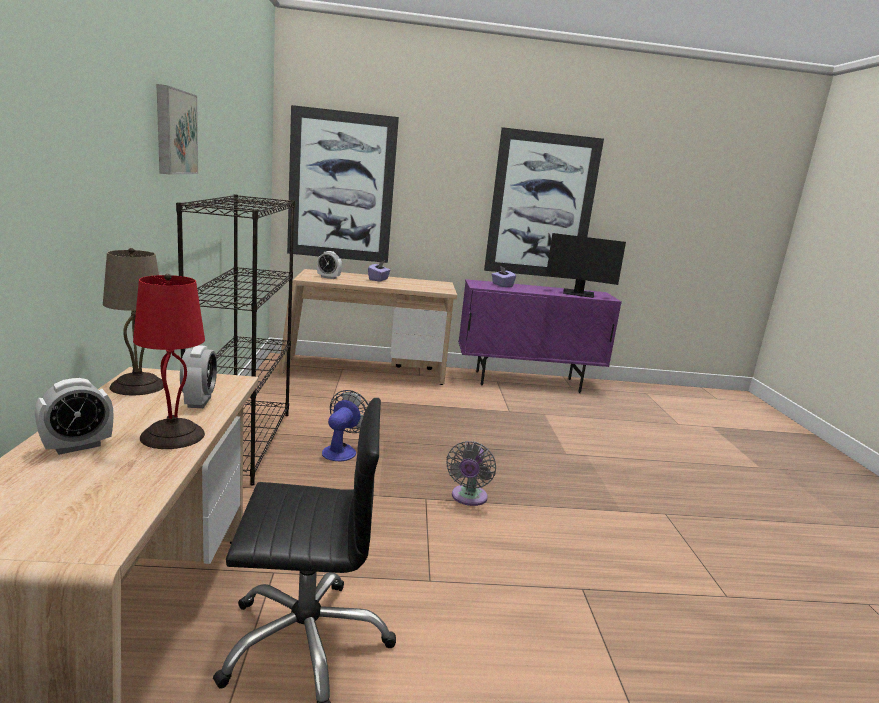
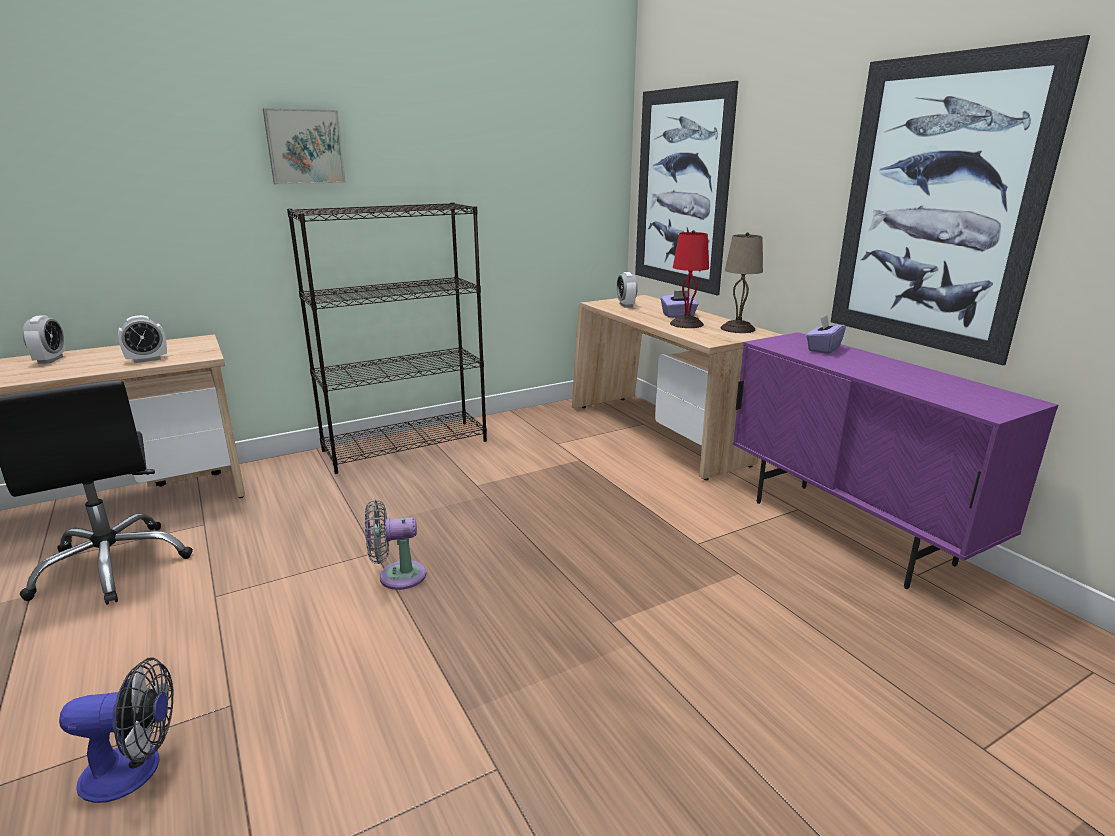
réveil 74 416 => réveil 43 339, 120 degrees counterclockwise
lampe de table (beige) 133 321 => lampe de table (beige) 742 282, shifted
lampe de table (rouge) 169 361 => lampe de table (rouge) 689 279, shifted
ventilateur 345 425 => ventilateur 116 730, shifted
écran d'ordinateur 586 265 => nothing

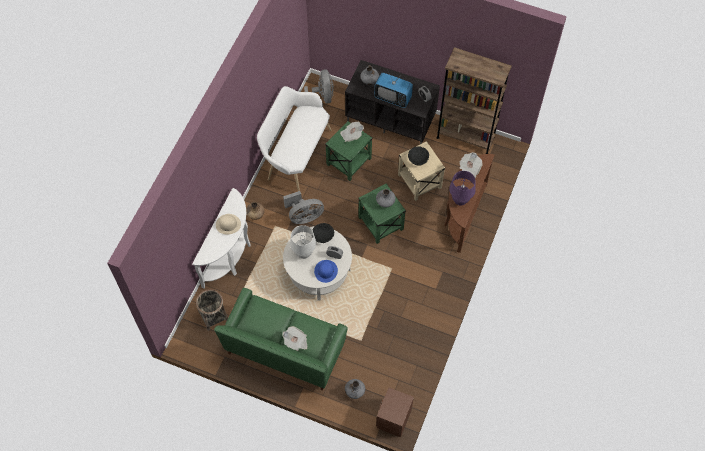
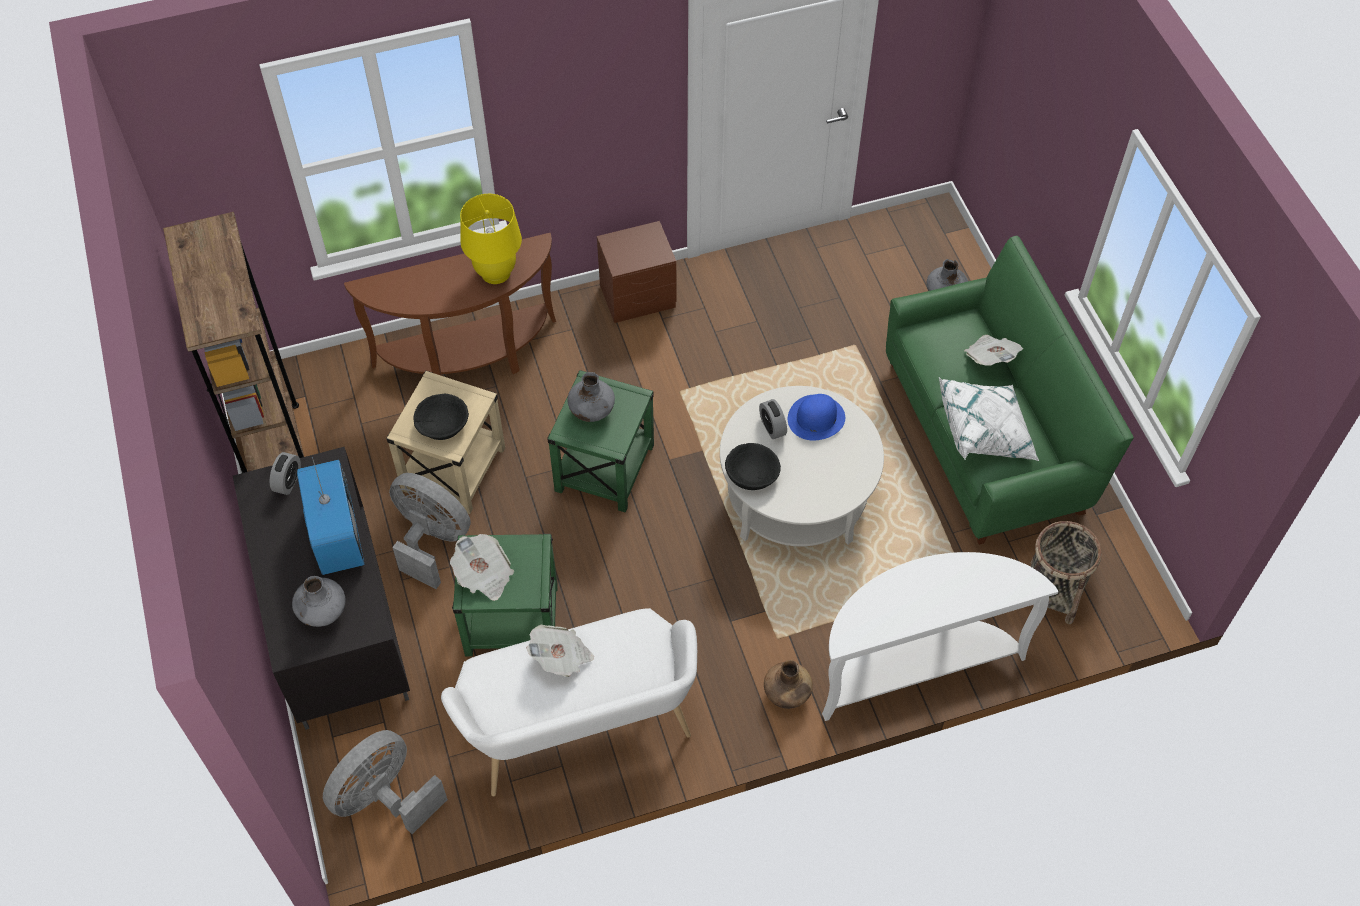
chapeau (beige) 228 224 => nothing
ventilateur (gris) 303 207 => ventilateur (gris) 430 531, shifted
lampe de table (blanc) 303 242 => nothing
table de chevet (marron) 395 412 => table de chevet (marron) 636 272, shifted
lampe de table (violet) 462 188 => lampe de table (jaune) 491 239
journal 471 165 => journal 560 651, shifted
nothing => coussin (blanc) 989 419

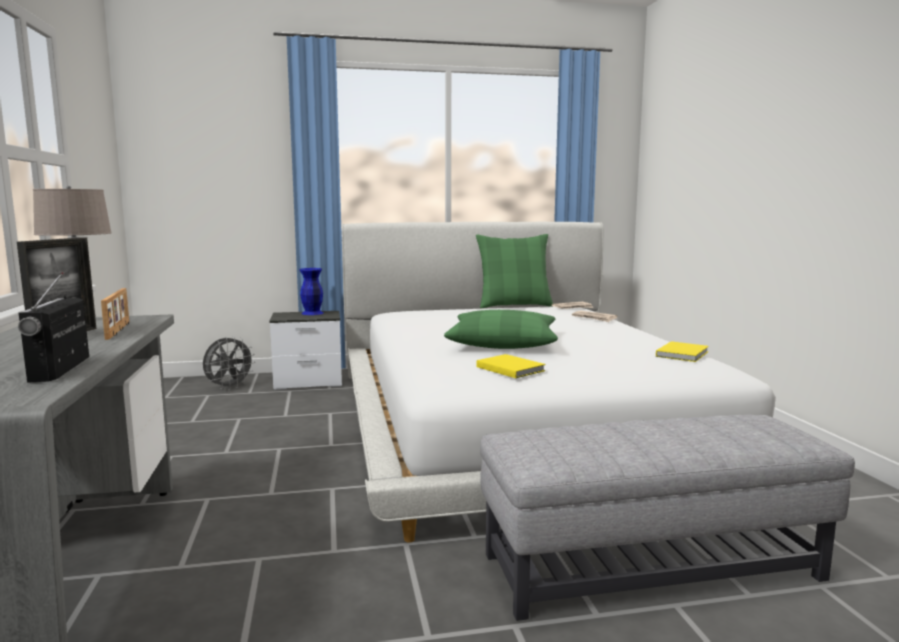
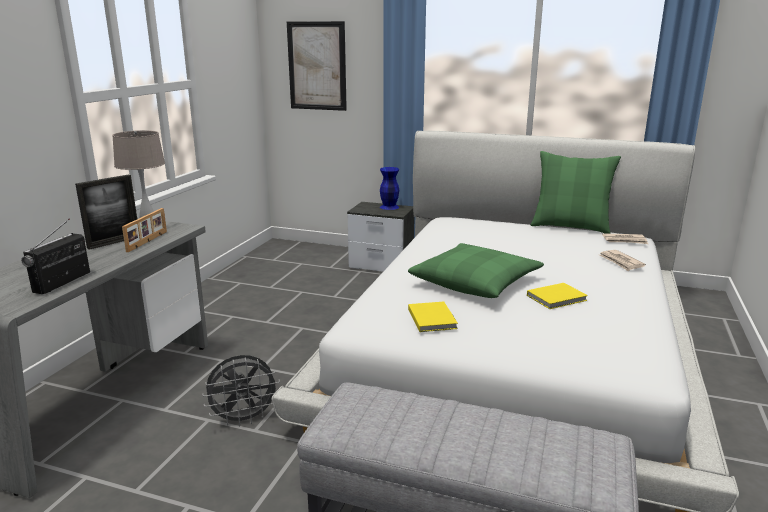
ventilateur (gris) 229 363 => ventilateur (gris) 241 390, shifted
livre (jaune) 682 351 => livre (jaune) 557 296, shifted
nothing => tableau 317 66

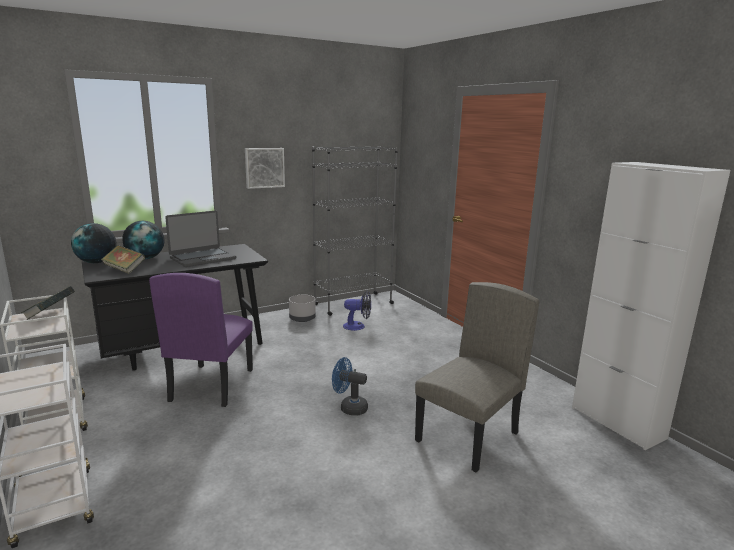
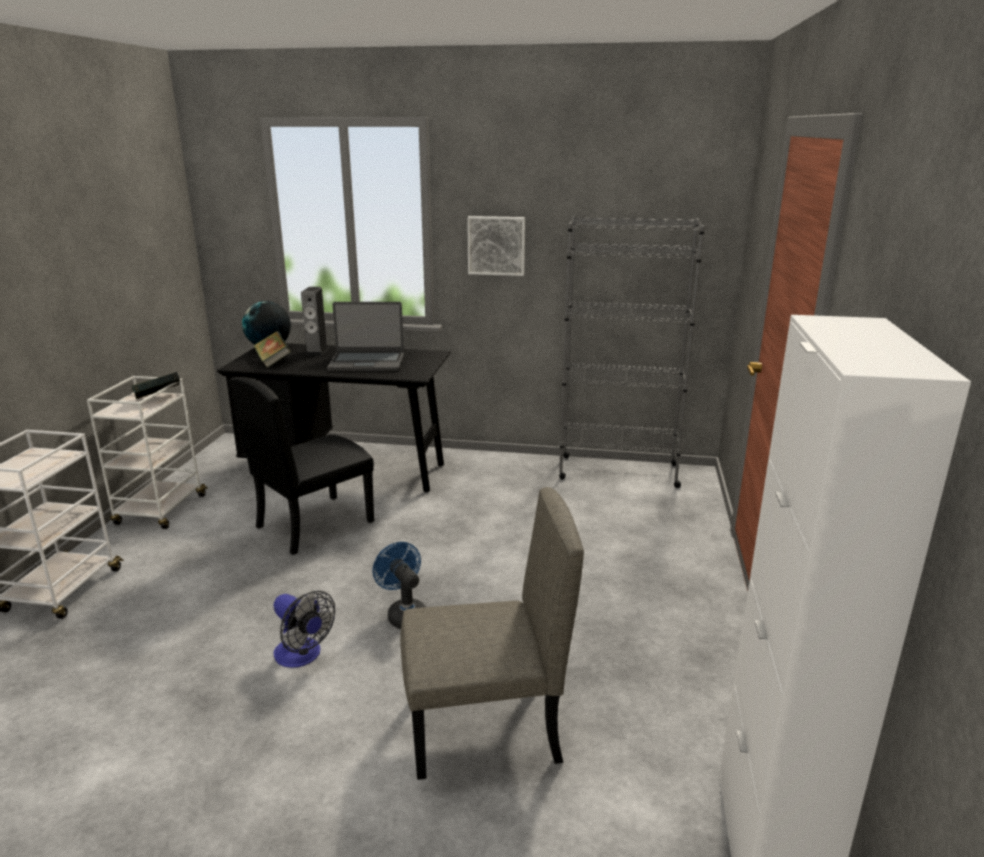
globe 143 240 => enceinte 314 321
chaise (violet) 201 340 => chaise (noir) 301 466
cache-pot (gris) 302 308 => nothing
ventilateur 357 311 => ventilateur 304 629, shifted

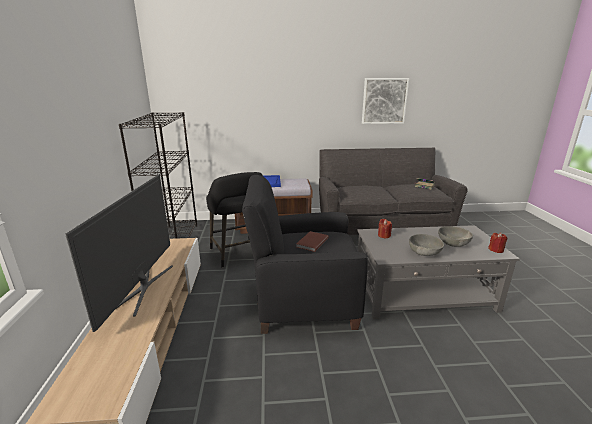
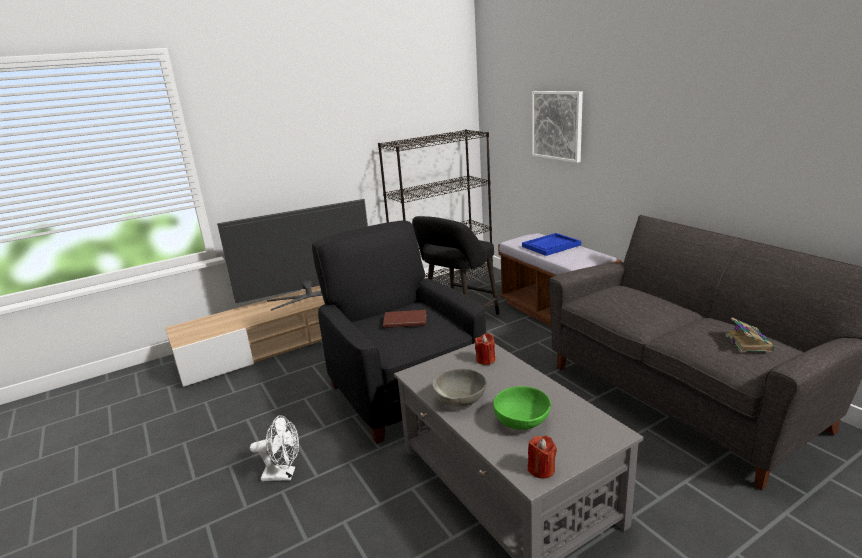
tableau 385 101 => tableau 557 127, shifted
bol (gris) 455 236 => bol (vert) 522 408
nothing => ventilateur (blanc) 274 448

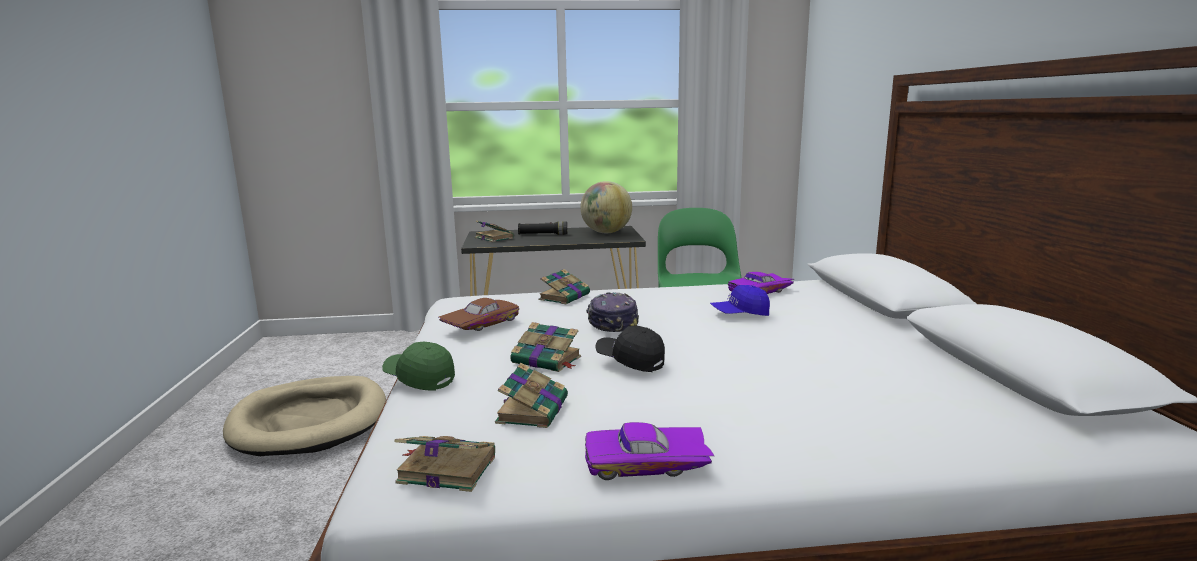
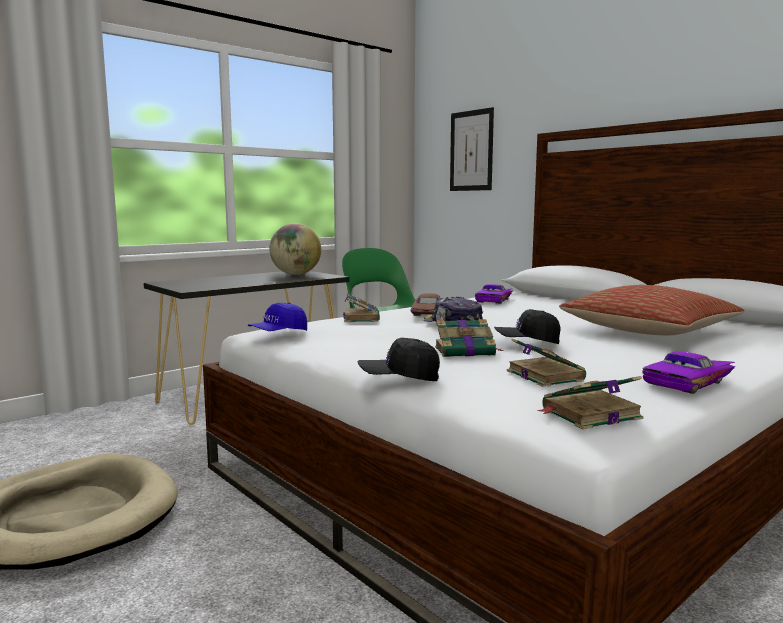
casquette (vert) 418 366 => casquette (noir) 399 359
petite voiture (marron) 479 314 => petite voiture (marron) 427 304, shifted
livre 494 231 => nothing
lampe de poche (noir) 542 228 => nothing
casquette (bleu) 740 300 => casquette (bleu) 277 317, shifted
nothing => tableau 472 149
nothing => coussin 651 310

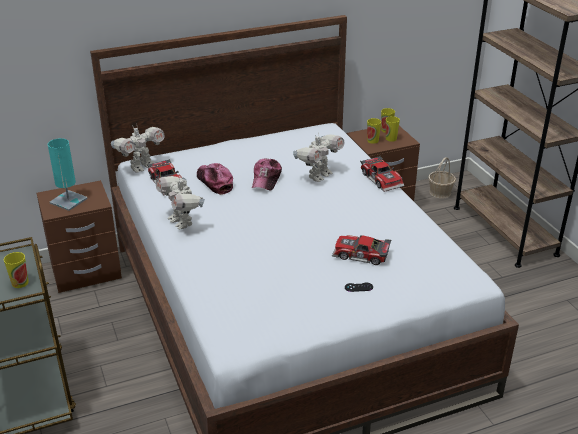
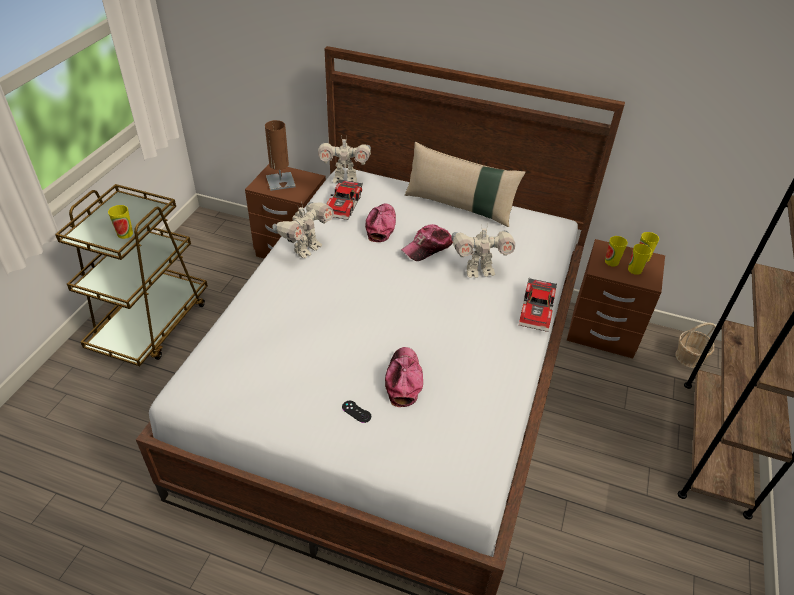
lampe de table (turquoise) 68 174 => lampe de table (marron) 280 155
robot jouet 180 202 => robot jouet 303 230, 150 degrees counterclockwise
petite voiture 361 250 => casquette 404 377
nothing => coussin (beige) 465 184

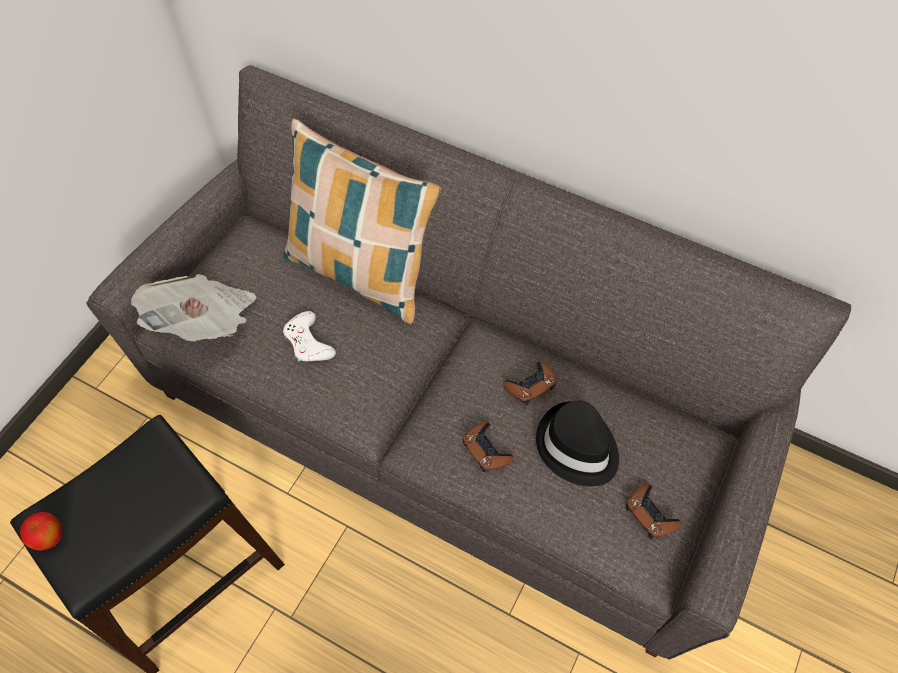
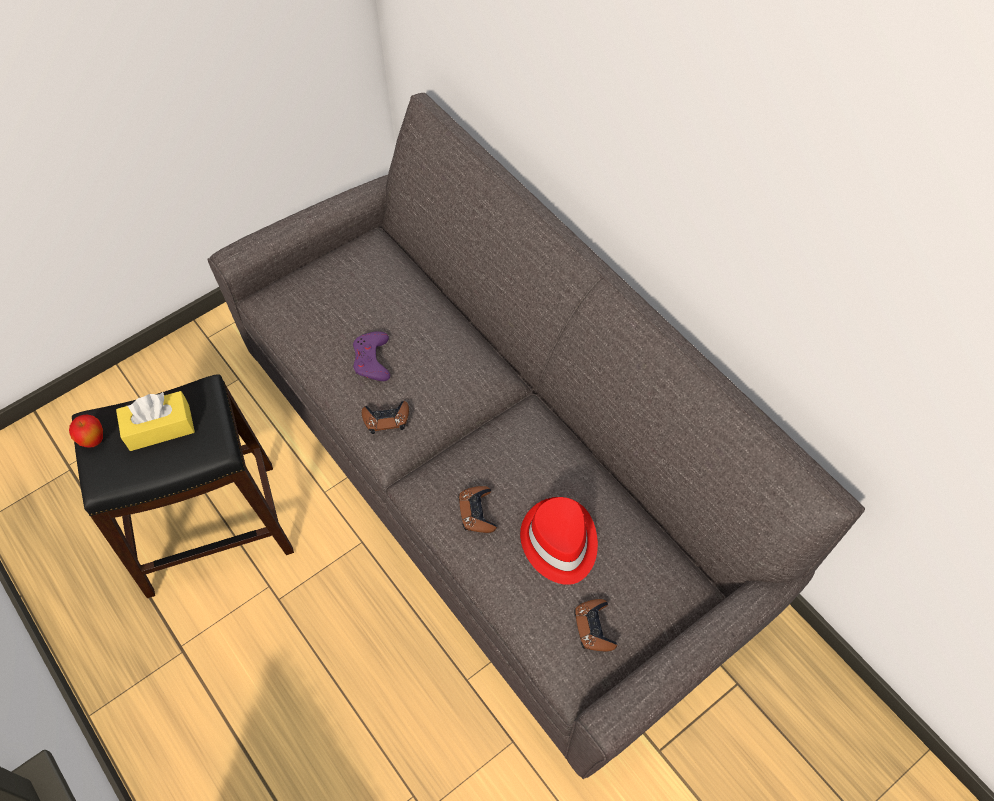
journal 193 307 => nothing
coussin 362 221 => nothing
manette (blanc) 309 336 => manette (violet) 371 356
manette (marron) 529 383 => manette (marron) 385 417, shifted
chapeau (noir) 577 443 => chapeau (rouge) 559 541
nothing => boîte à mouchoirs (jaune) 155 421

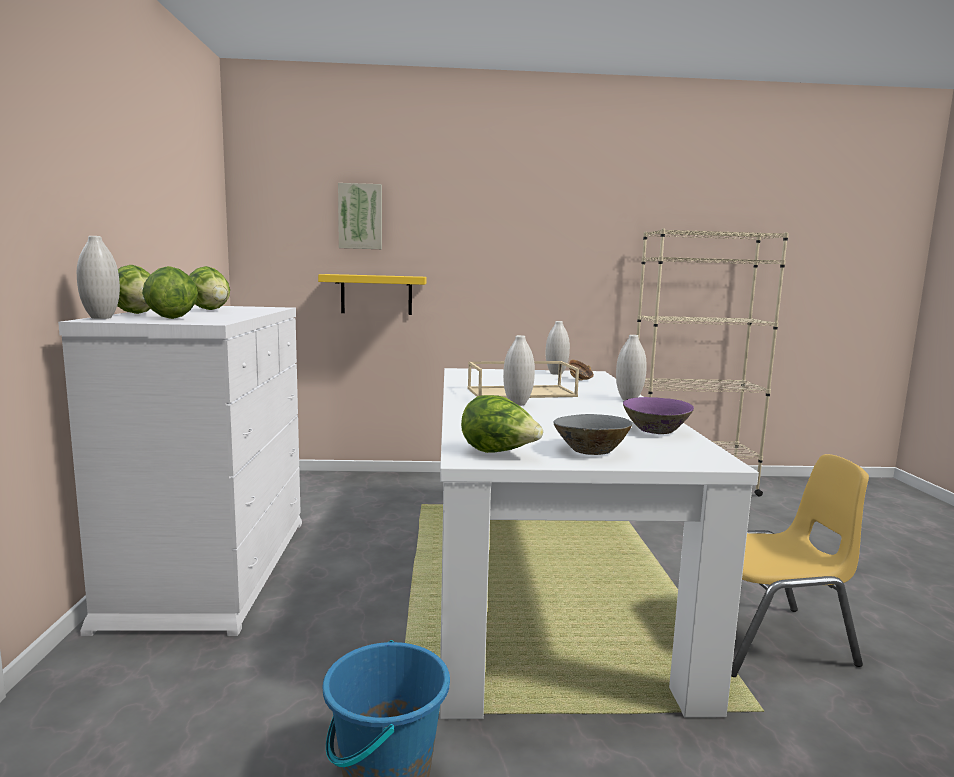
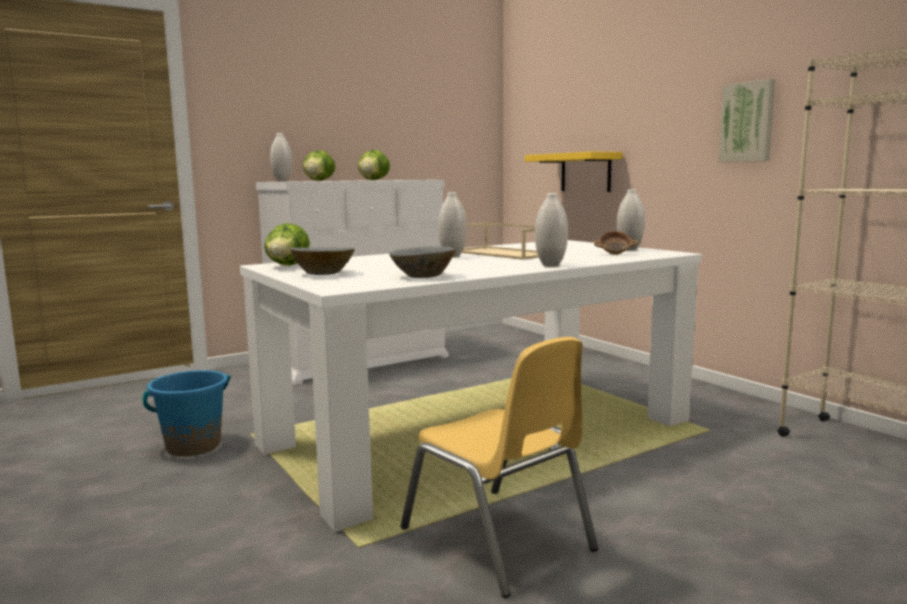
laitue 170 292 => nothing
tableau 360 216 => tableau 746 120, shifted
bol (violet) 658 415 => bol (gris) 422 262

